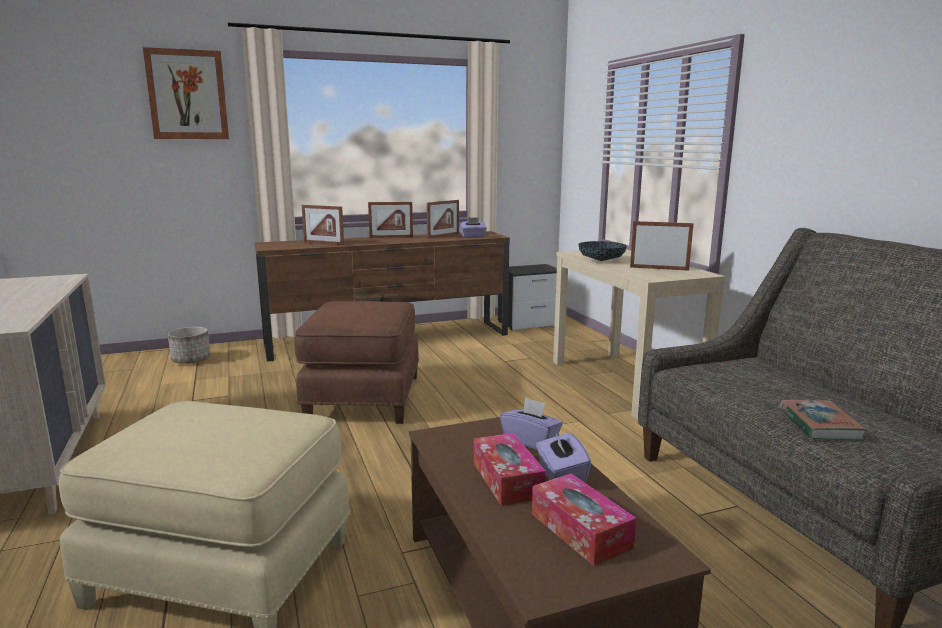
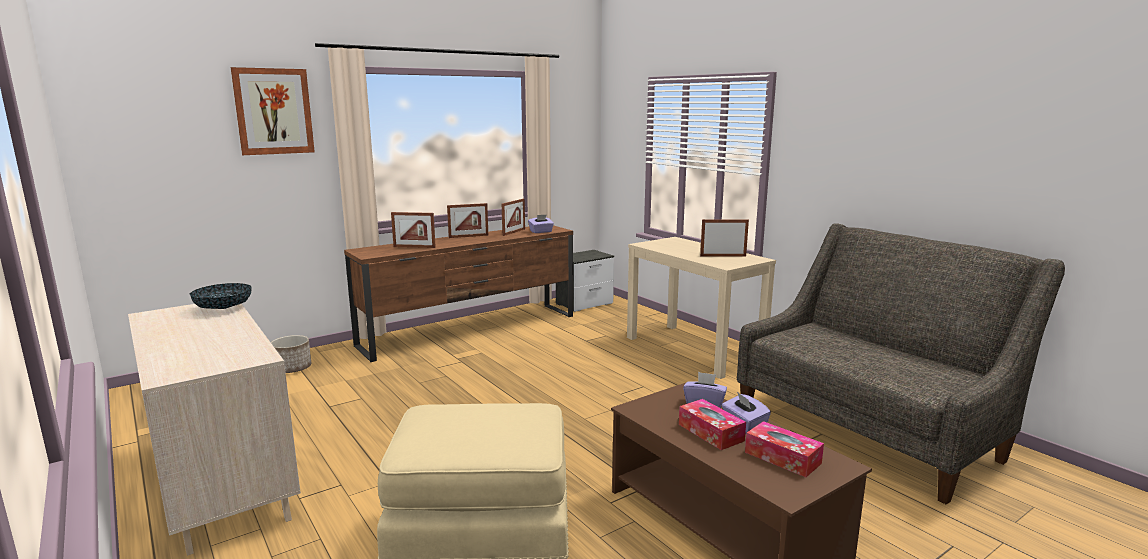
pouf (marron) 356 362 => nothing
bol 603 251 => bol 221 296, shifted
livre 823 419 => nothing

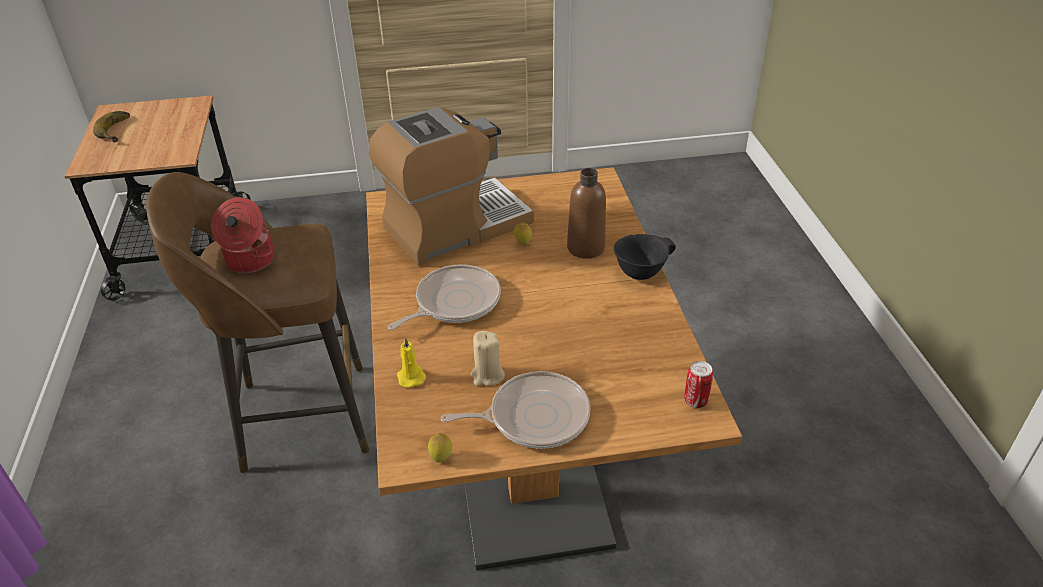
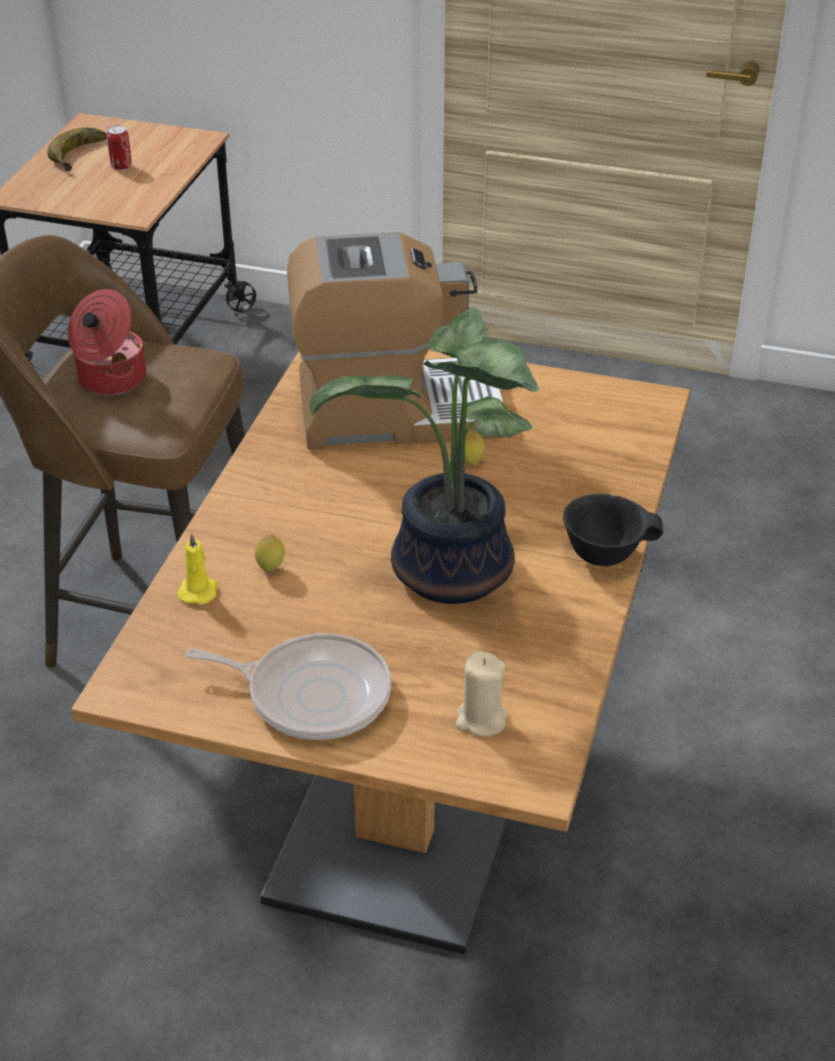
poêle 444 297 => nothing
citron 440 448 => citron 270 553, shifted
bougie (beige) 488 358 => bougie (beige) 481 694, shifted
bouteille (marron) 586 213 => nothing
boîte métallique 698 384 => boîte métallique 119 147, shifted
nothing => plante en pot 424 455

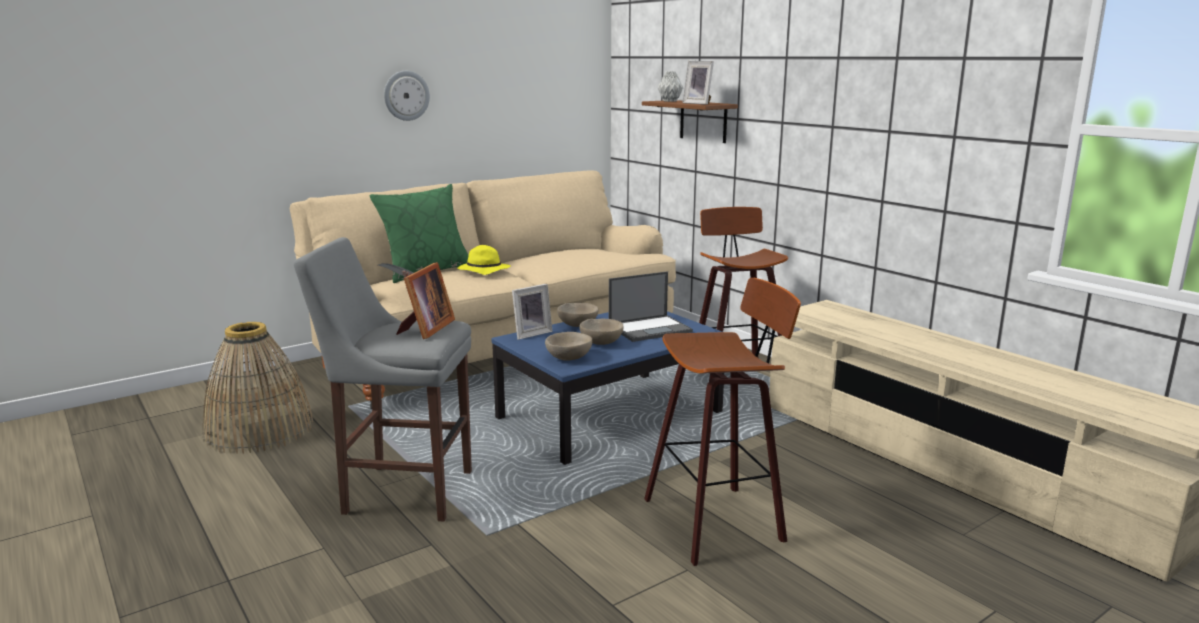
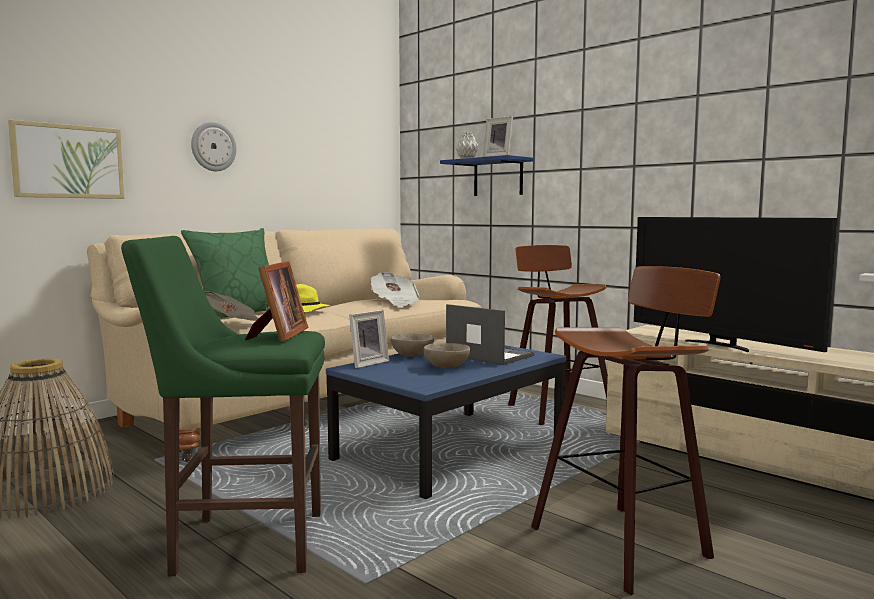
tabouret (gris) 383 379 => tabouret (vert) 223 406
bol (beige) 568 346 => nothing
ordinateur portable 651 306 => ordinateur portable 490 334, 105 degrees counterclockwise
étagère (marron) 690 121 => étagère (bleu) 487 175
nothing => tableau 66 159
nothing => journal 395 289
nothing => téléviseur 735 284

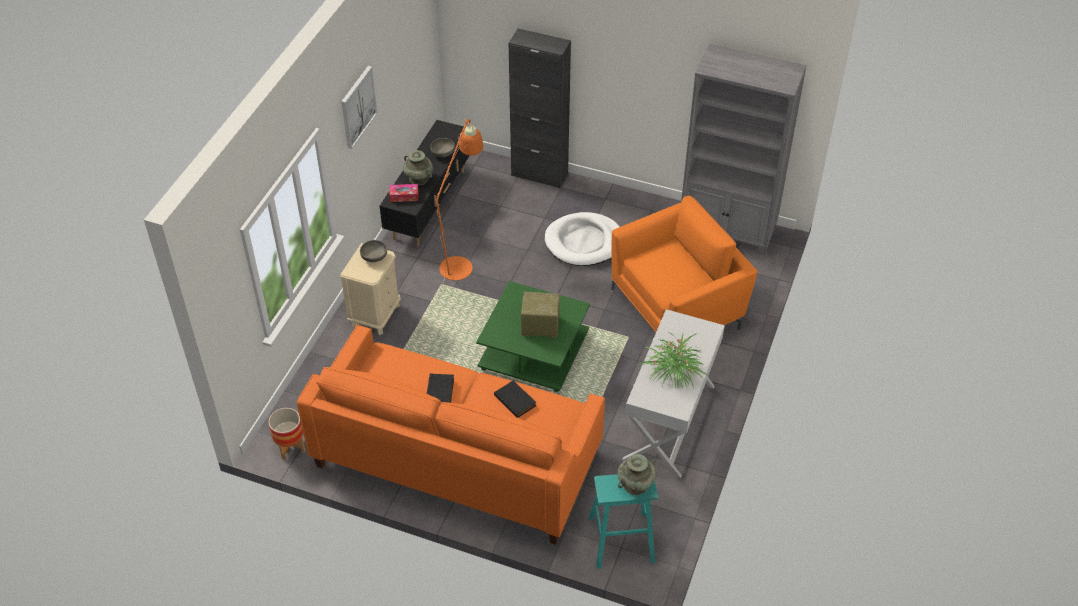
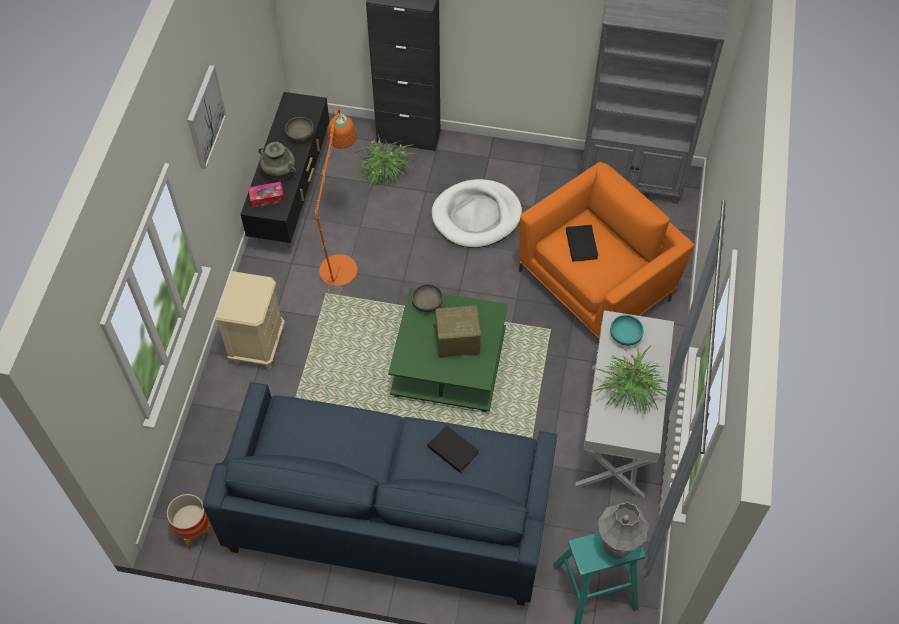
canapé (orange) 451 435 => canapé (bleu) 380 494
bol (gris) 373 251 => bol (gris) 427 298, shifted
livre (noir) 440 388 => livre (noir) 582 243, shifted
vase (turquoise) 636 474 => lampe de table (gris) 623 530
nothing => plante en pot 386 162
nothing => bol (turquoise) 627 330

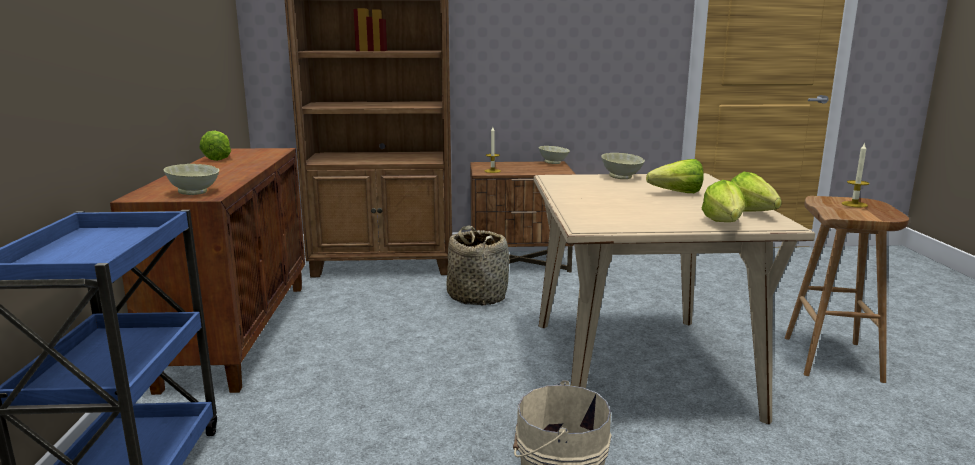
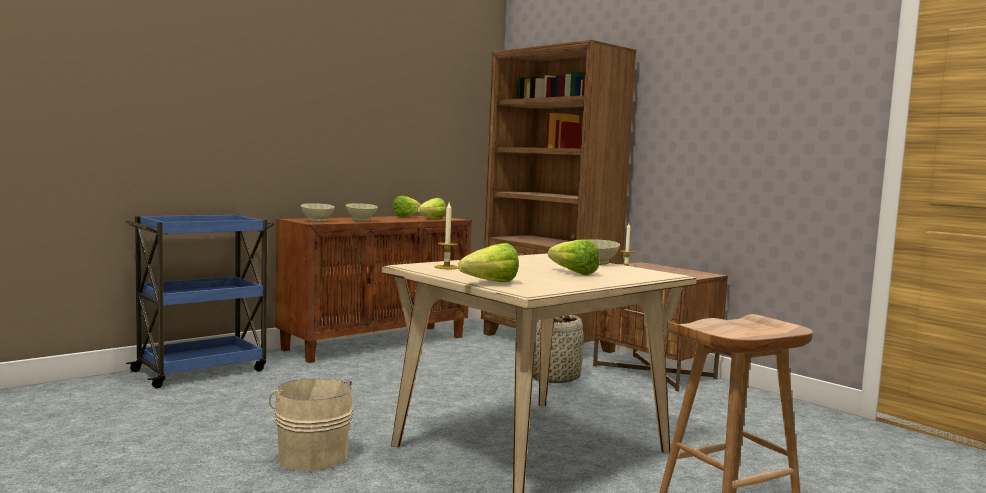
bol (beige) 554 155 => bol (beige) 362 212, shifted
laitue 756 192 => laitue 431 208, shifted
bougie 855 175 => bougie 447 236, shifted

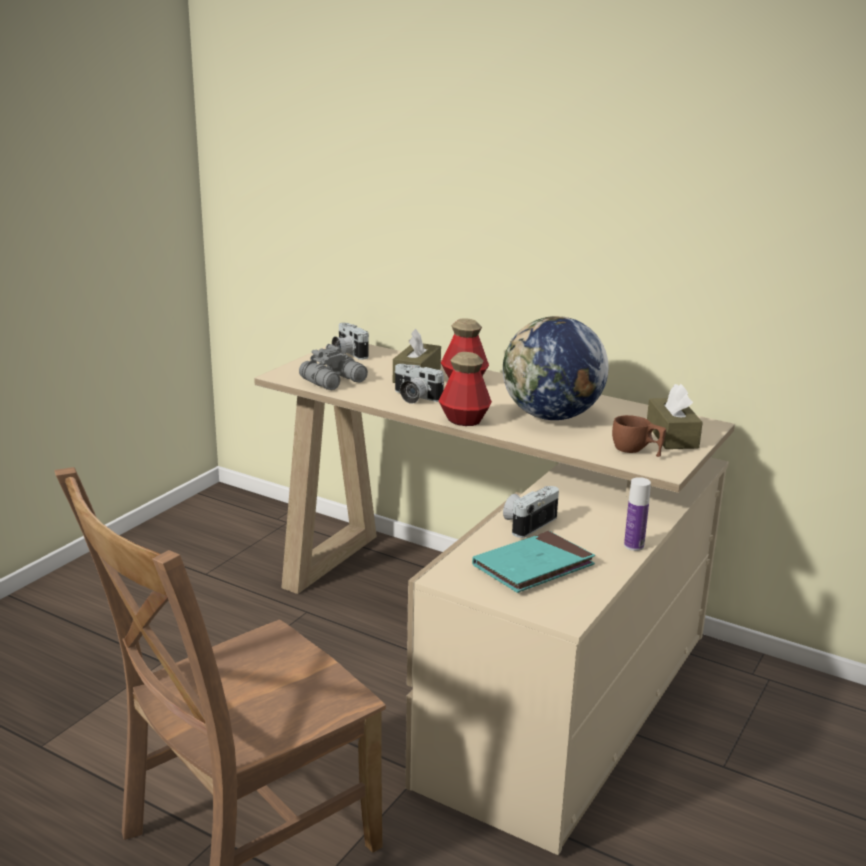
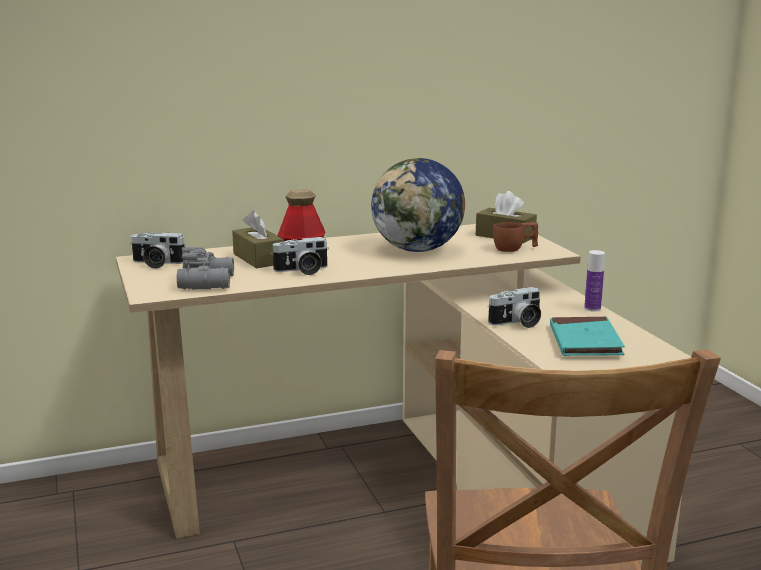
bouteille 465 389 => nothing
appareil photo 531 512 => appareil photo 514 307, 105 degrees counterclockwise

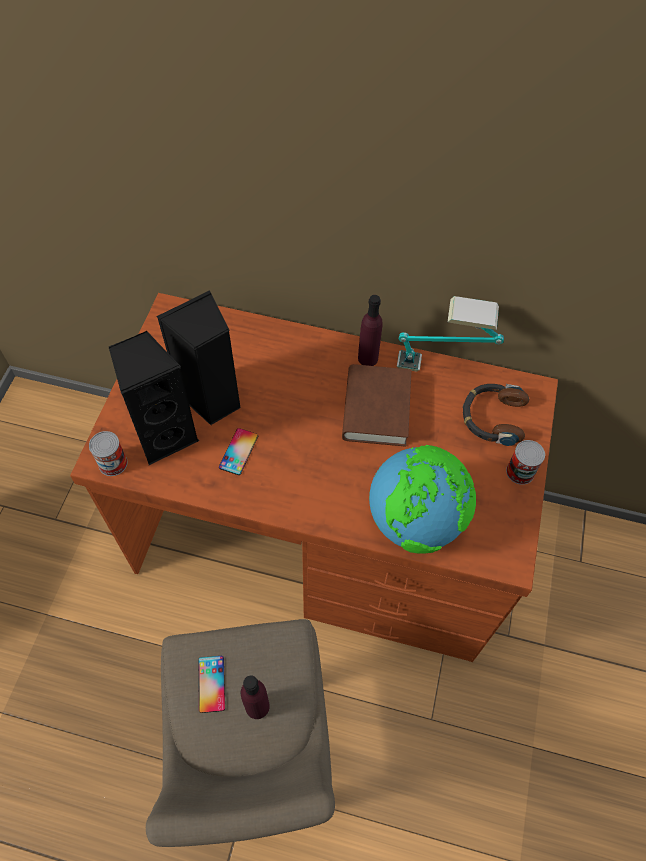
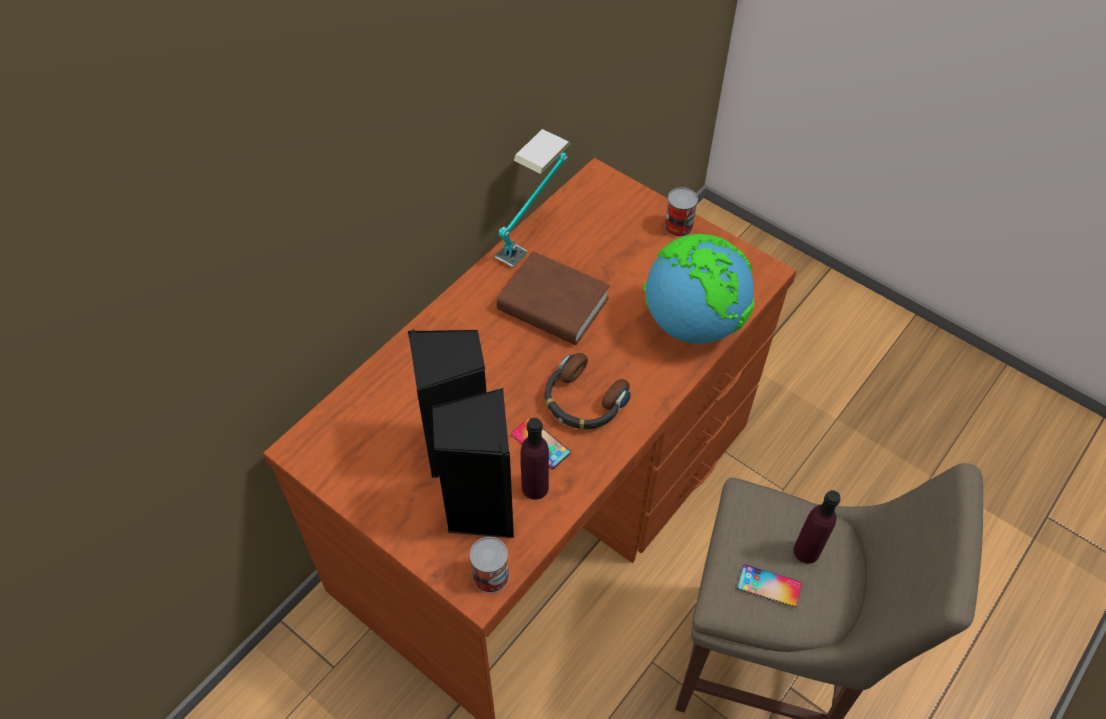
bouteille (violet) 370 330 => bouteille (violet) 535 459, shifted
casque audio 496 415 => casque audio 588 391, shifted

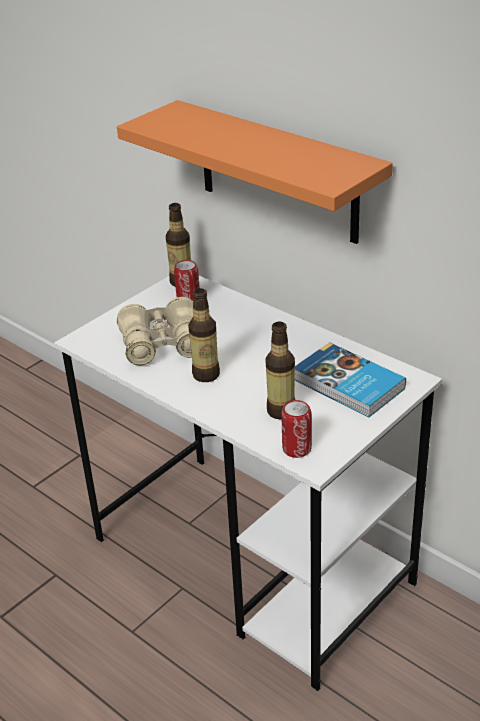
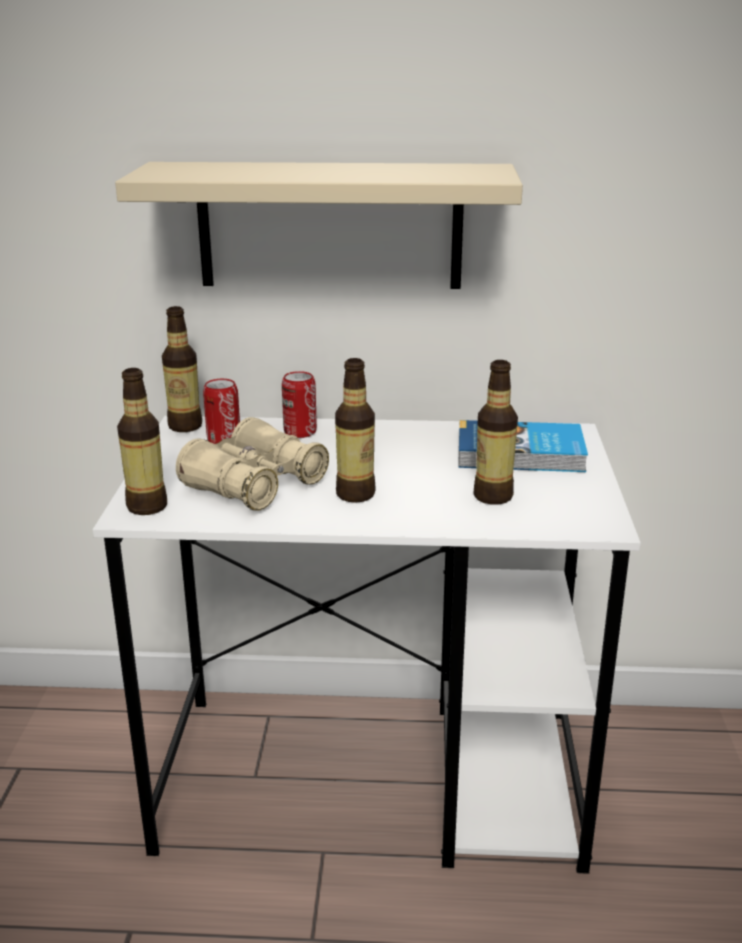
étagère (orange) 255 172 => étagère (beige) 319 225
boîte métallique 296 429 => boîte métallique 299 404, shifted
nothing => bouteille 142 441

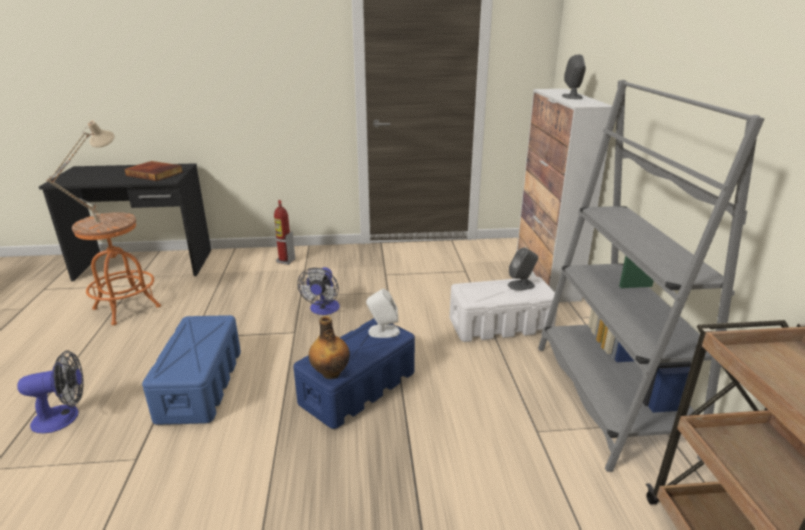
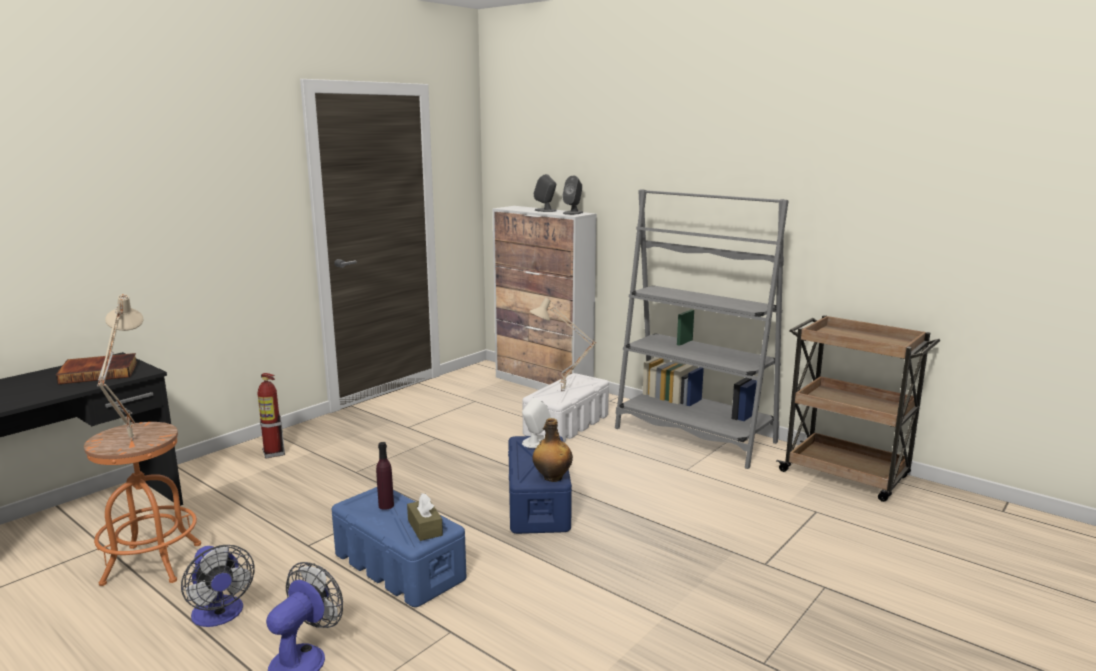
ventilateur 318 291 => ventilateur 218 586, shifted
enceinte (gris) 523 268 => enceinte (gris) 572 195, shifted
nothing => bouteille (violet) 385 476
nothing => boîte à mouchoirs (marron) 425 517
nothing => lampe de table (beige) 562 344

